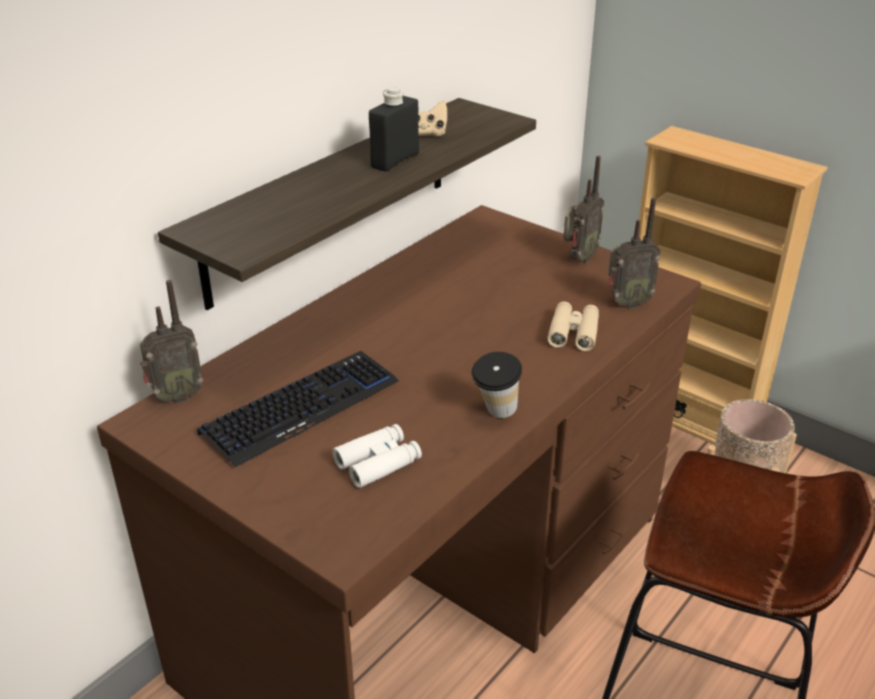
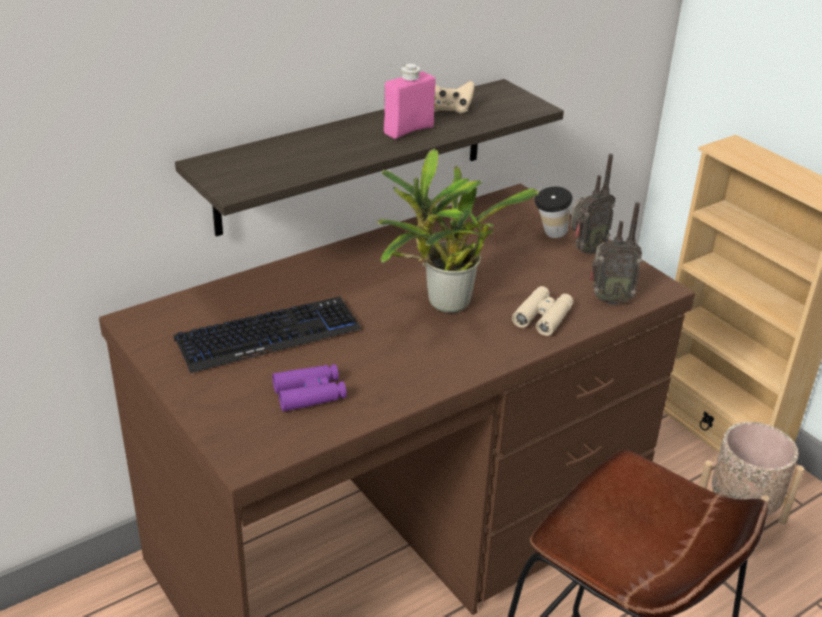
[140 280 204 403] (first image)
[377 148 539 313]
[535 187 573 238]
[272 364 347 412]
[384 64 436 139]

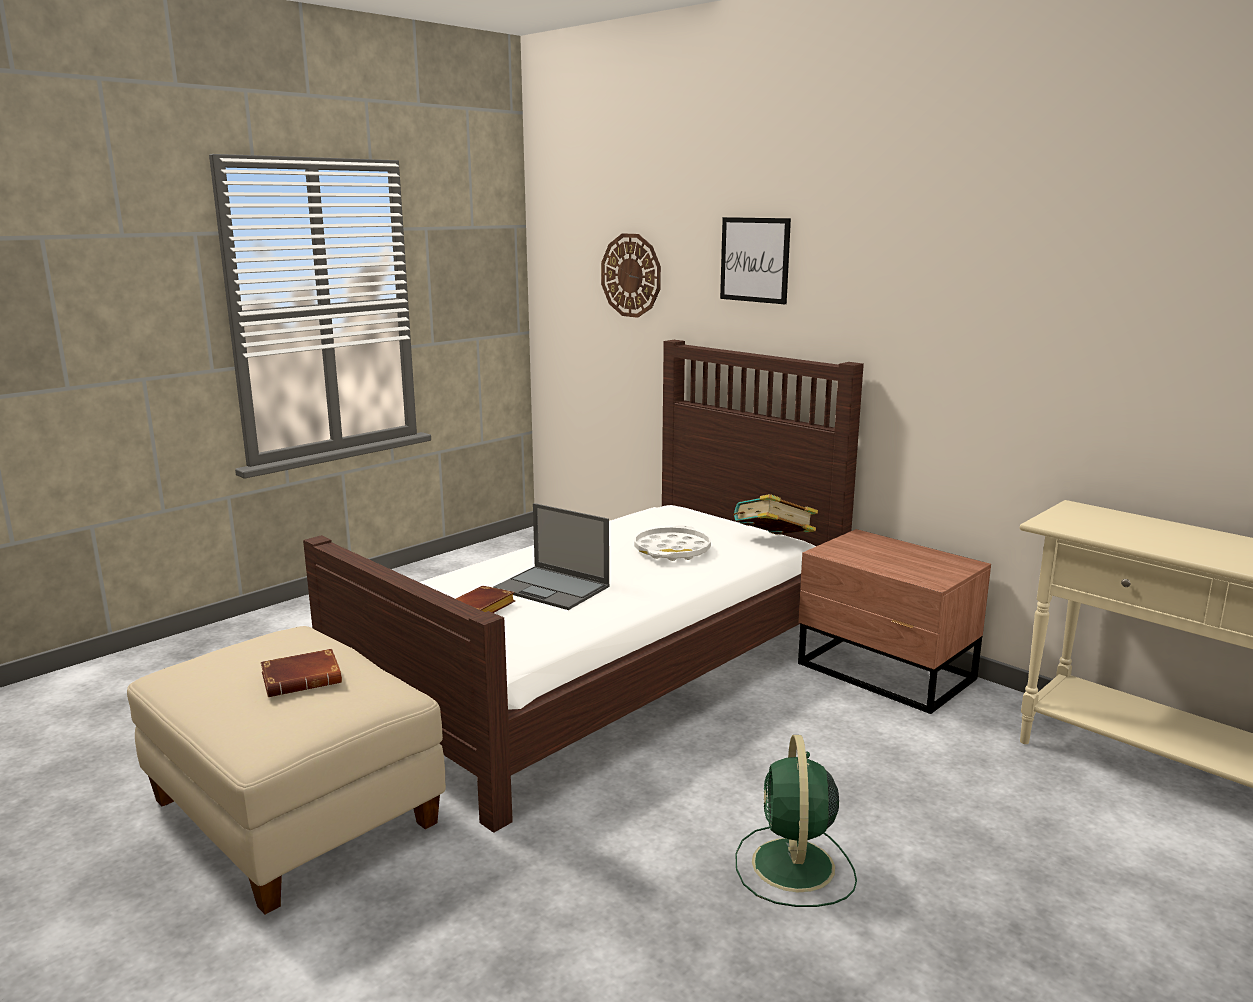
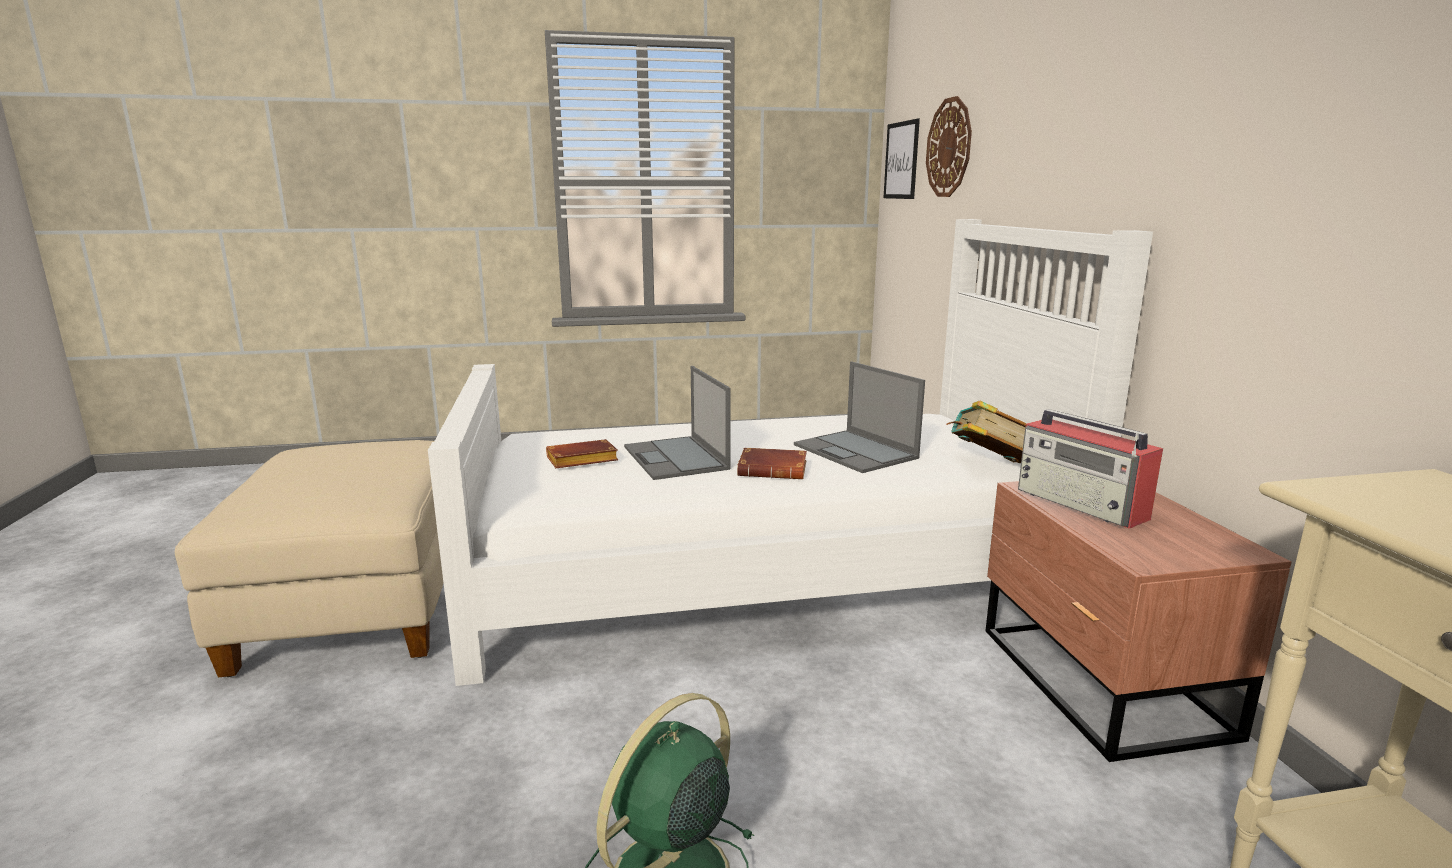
[1018 409 1163 529]
[737 448 807 479]
[883 119 920 199]
[794 361 925 473]
[428 219 1153 686]

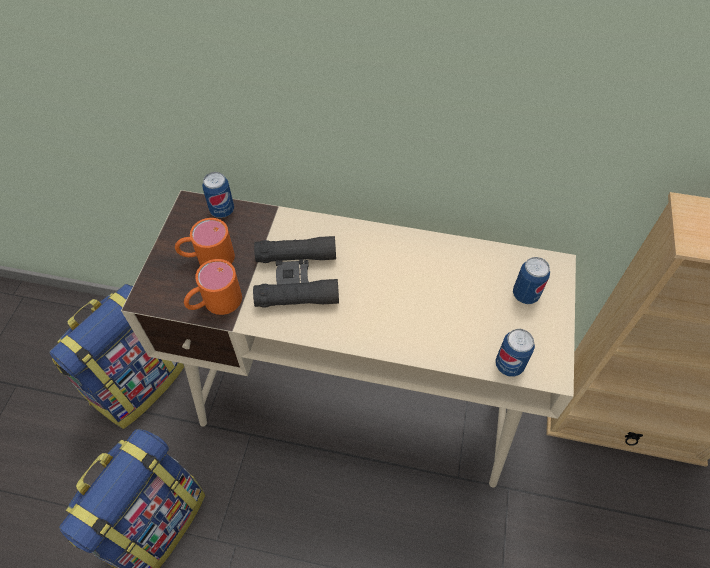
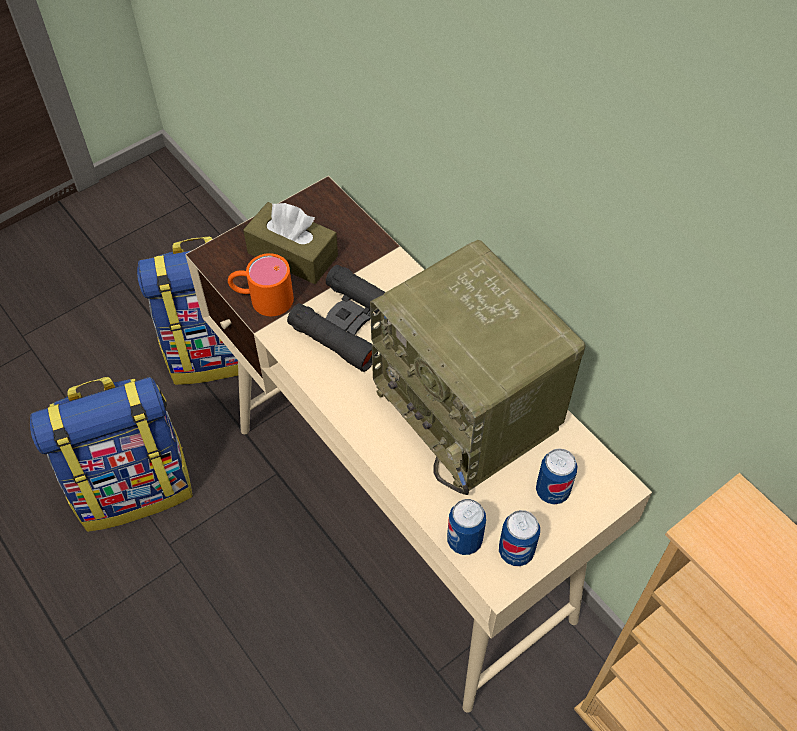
[370 240 585 495]
[499 510 540 566]
[243 202 338 284]

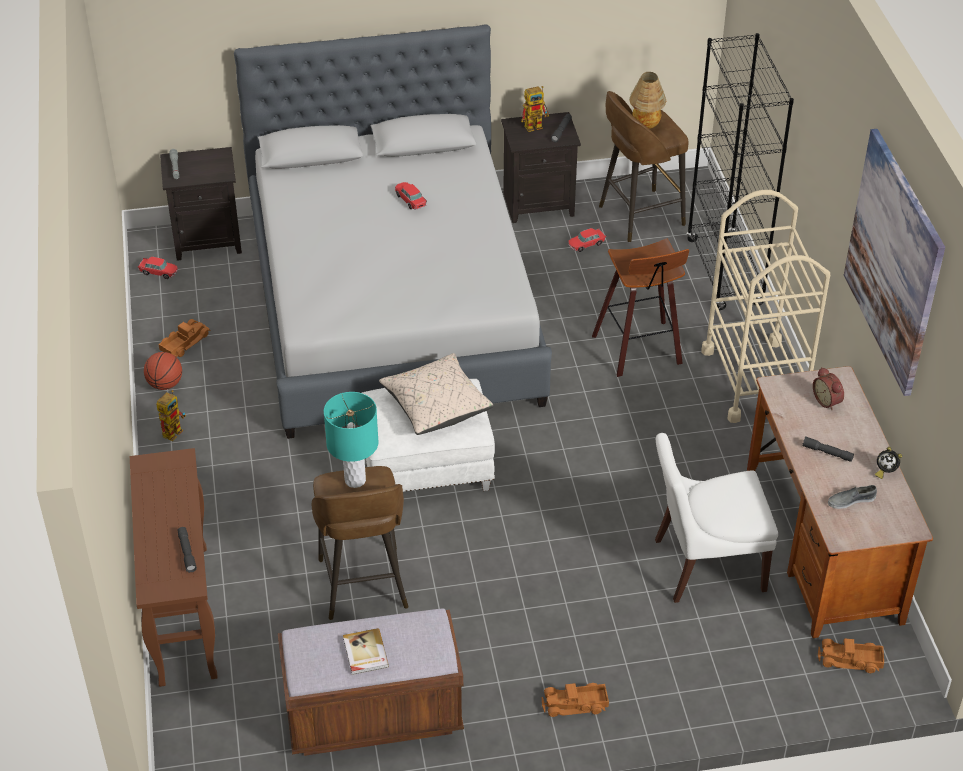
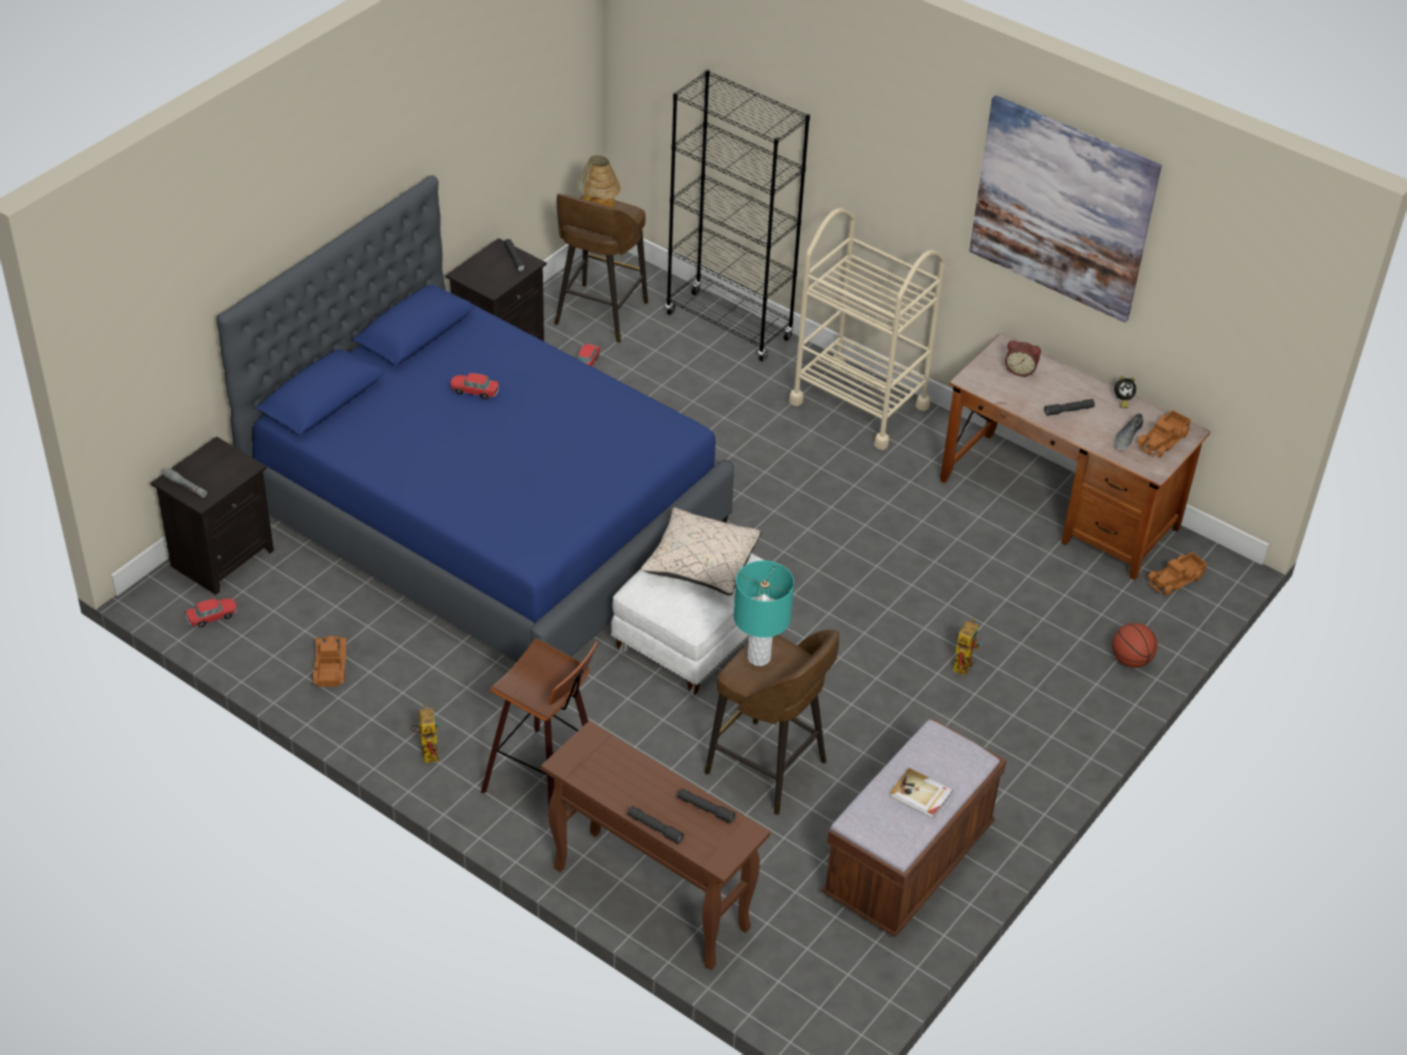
[655 433 778 603] (first image)
[627 806 684 844]
[1112 623 1158 668]
[953 618 982 676]
[1137 410 1191 458]
[481 639 598 805]
[216 175 734 663]

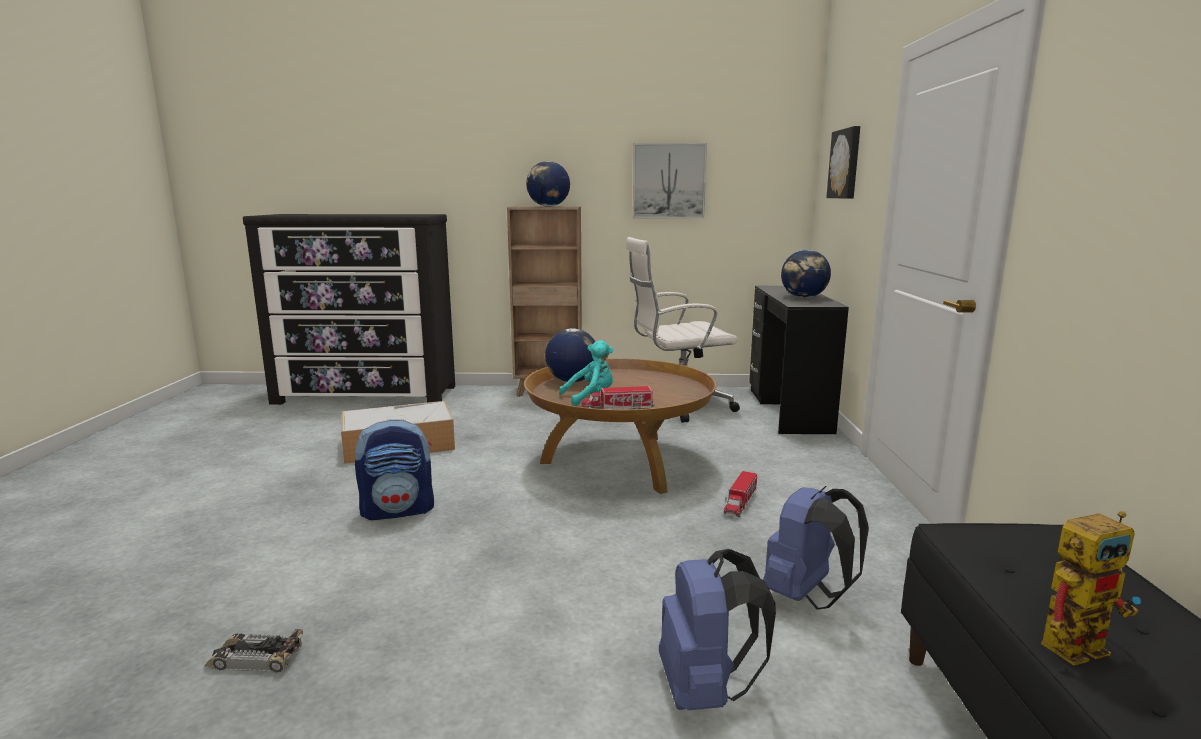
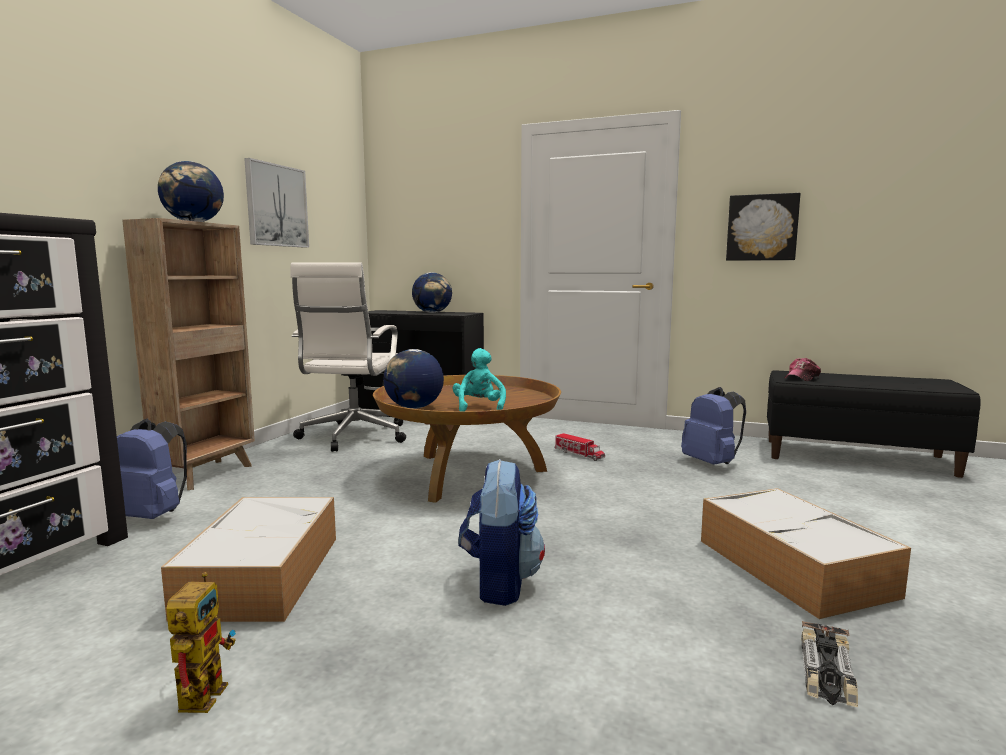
[582 386 654 409] (first image)
[701 488 911 619]
[784 358 821 381]
[117 419 187 519]
[726 193 800 261]
[166 572 236 713]

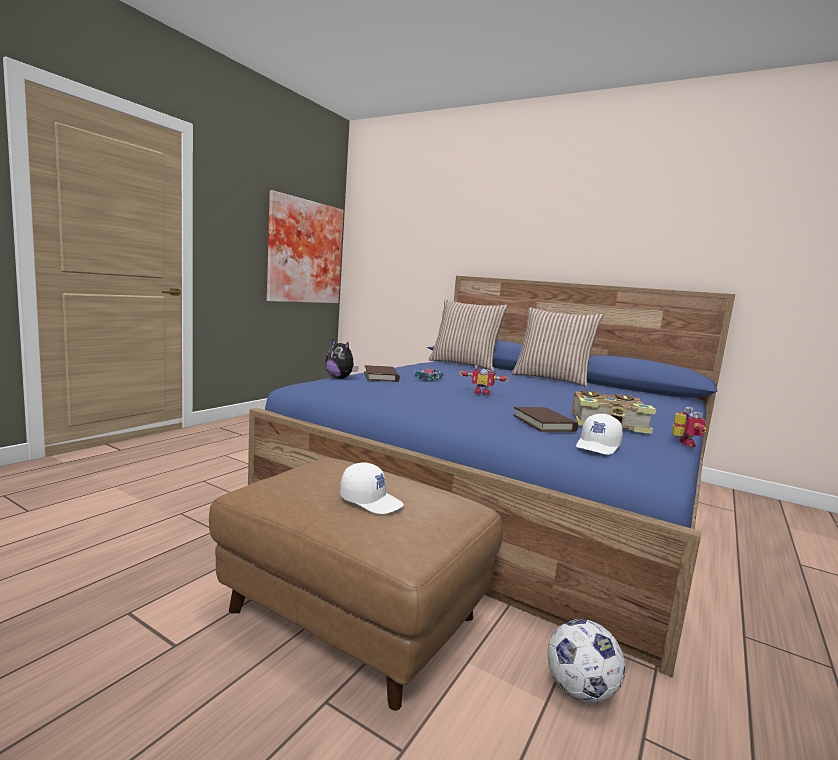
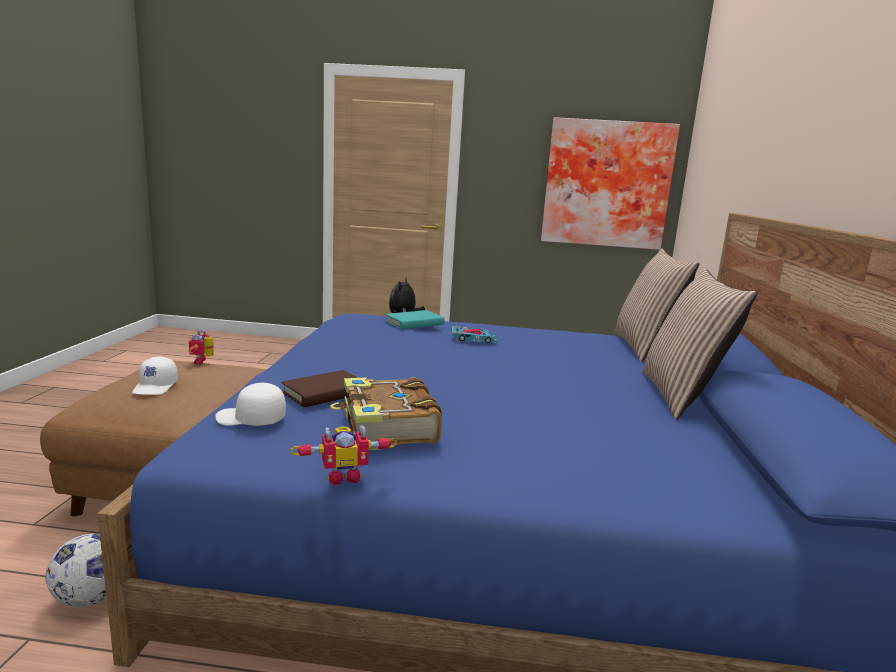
[189 330 214 364]
[385 310 445 329]

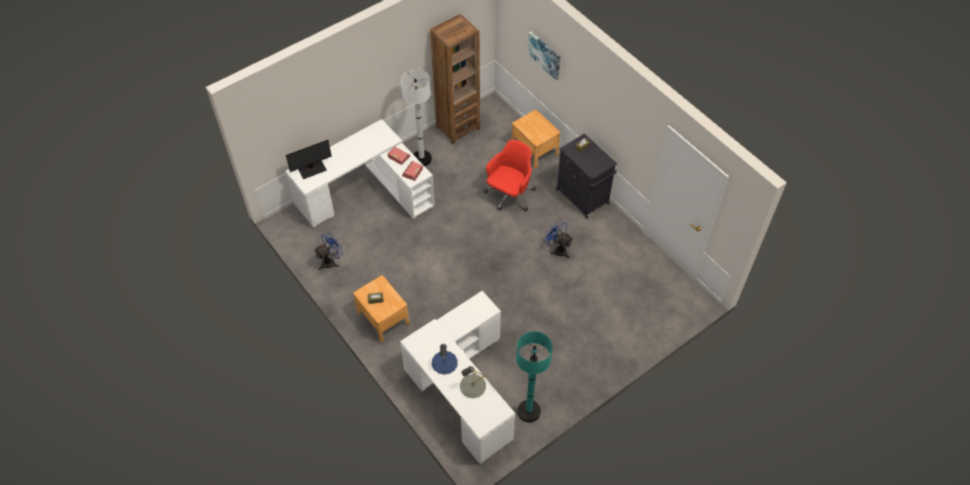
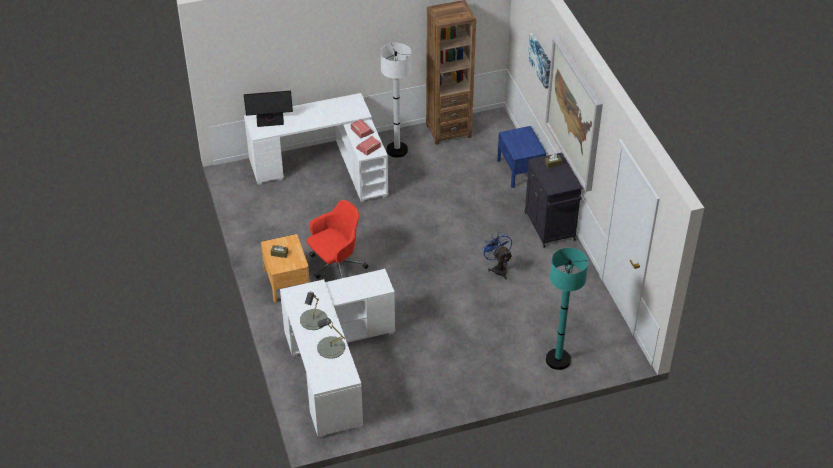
[315 232 344 270] (first image)
[545 37 603 192]
[307 200 369 279]
[546 248 588 370]
[300 292 327 330]
[497 126 546 188]

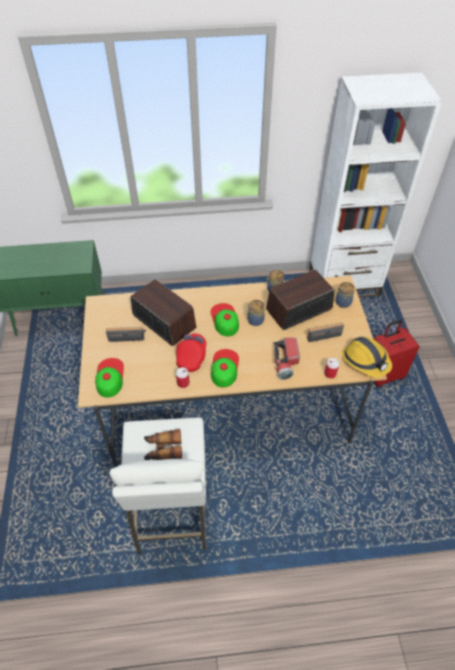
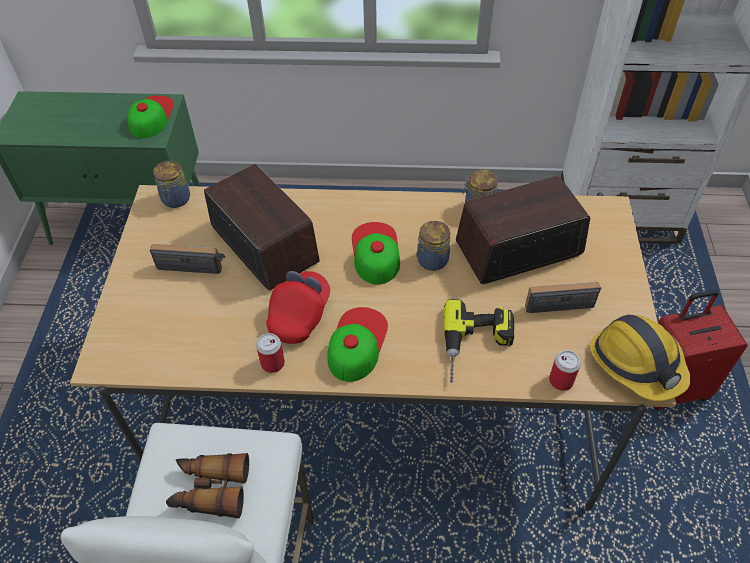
[127 95 174 138]
[153 161 190 208]
[443 299 514 383]

